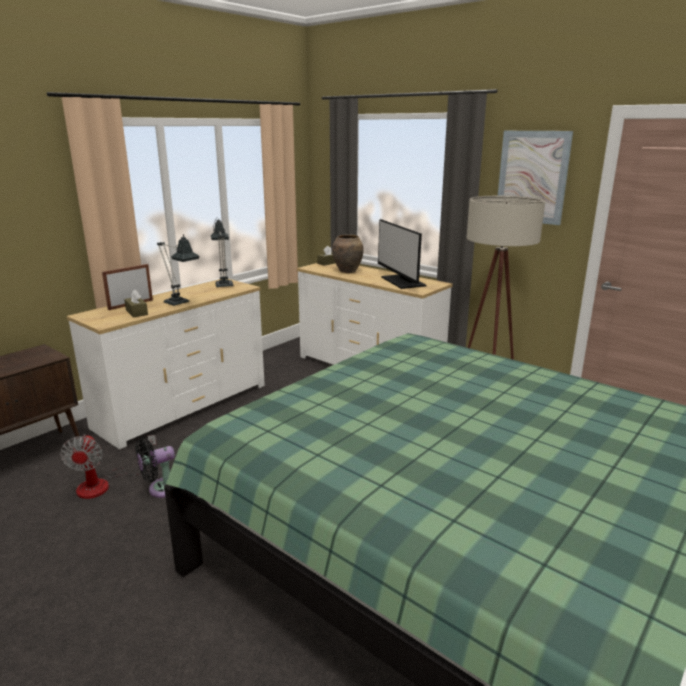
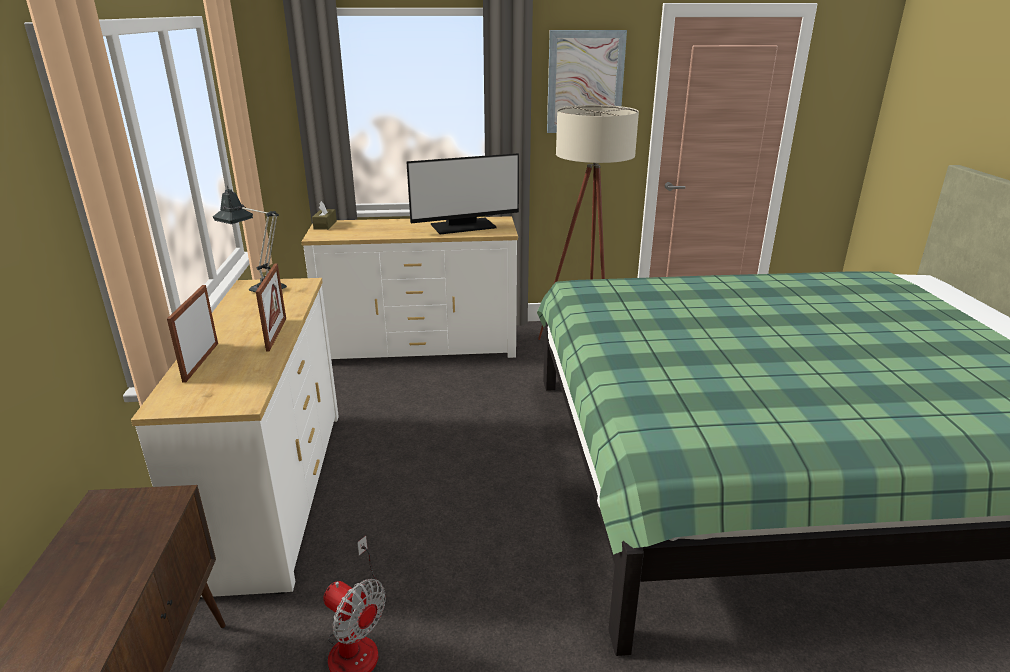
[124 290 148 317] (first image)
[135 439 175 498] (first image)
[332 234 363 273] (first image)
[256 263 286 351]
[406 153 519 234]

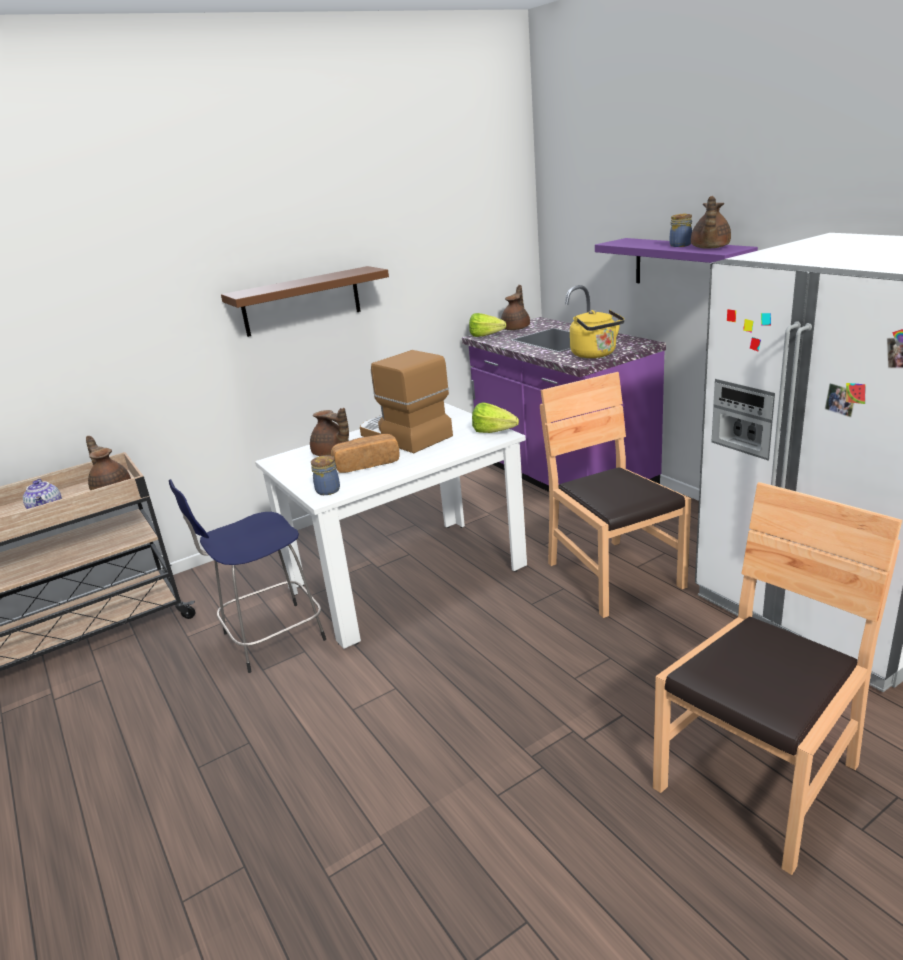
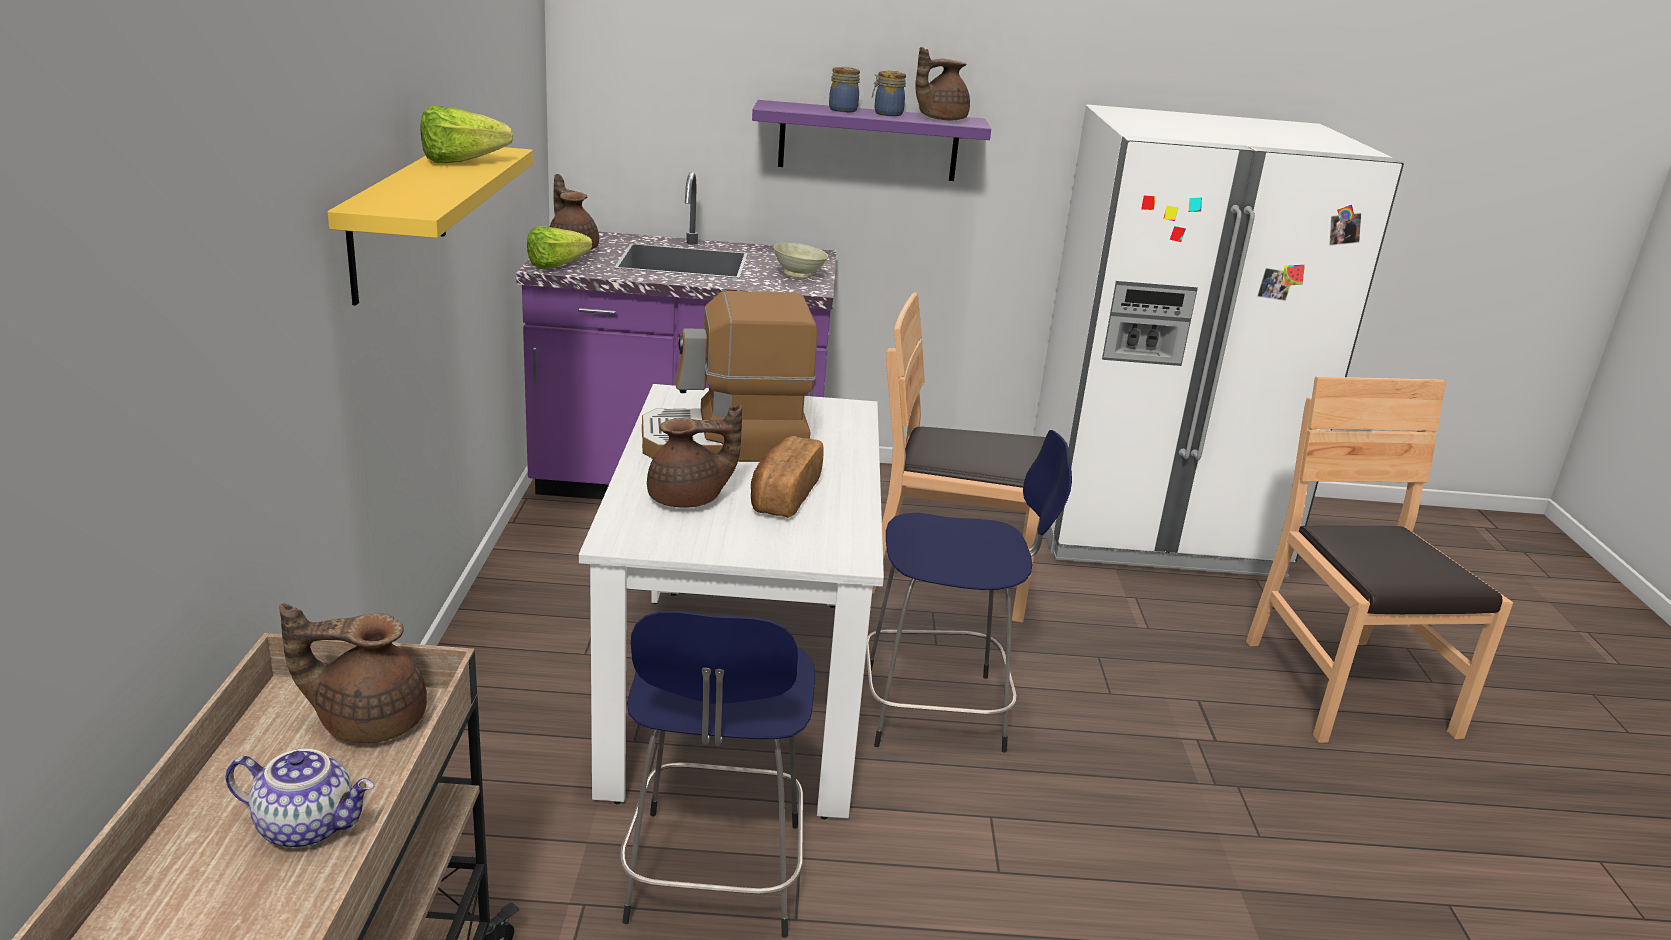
[866 430 1072 752]
[829 67 860 112]
[421 106 513 163]
[773 242 828 279]
[327 147 533 305]
[915 47 970 120]

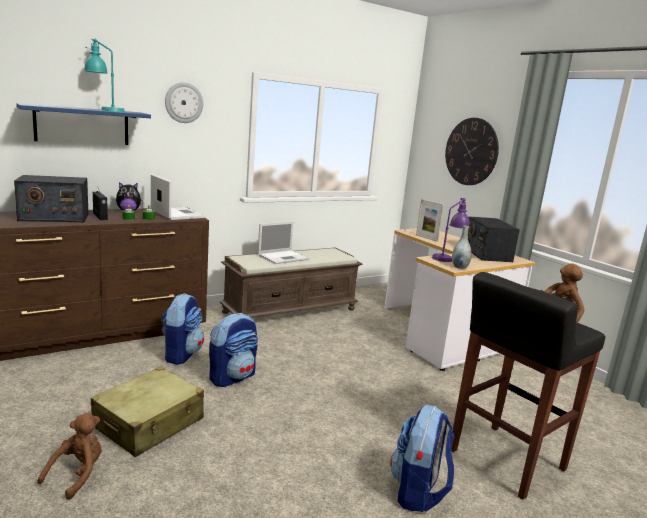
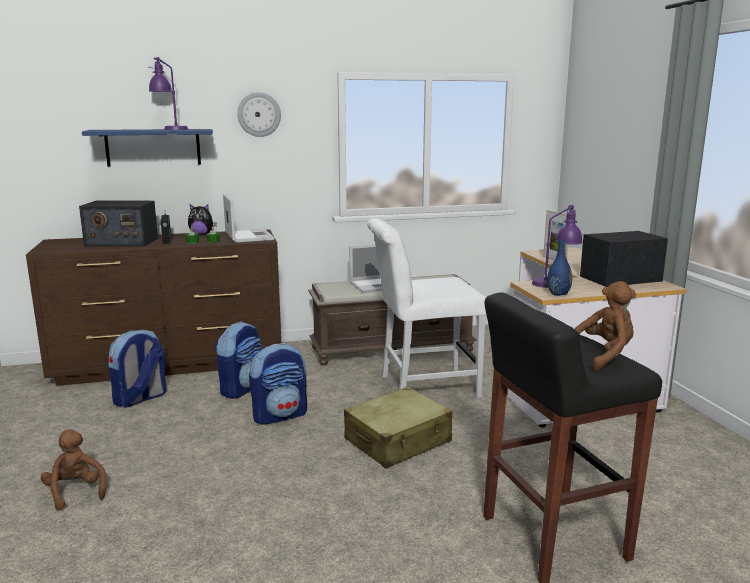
[445 118 499 185] (first image)
[367 219 486 398]
[344 387 452 469]
[109 330 166 408]
[148 57 189 130]
[547 240 572 296]
[41 429 107 510]
[580 231 668 287]

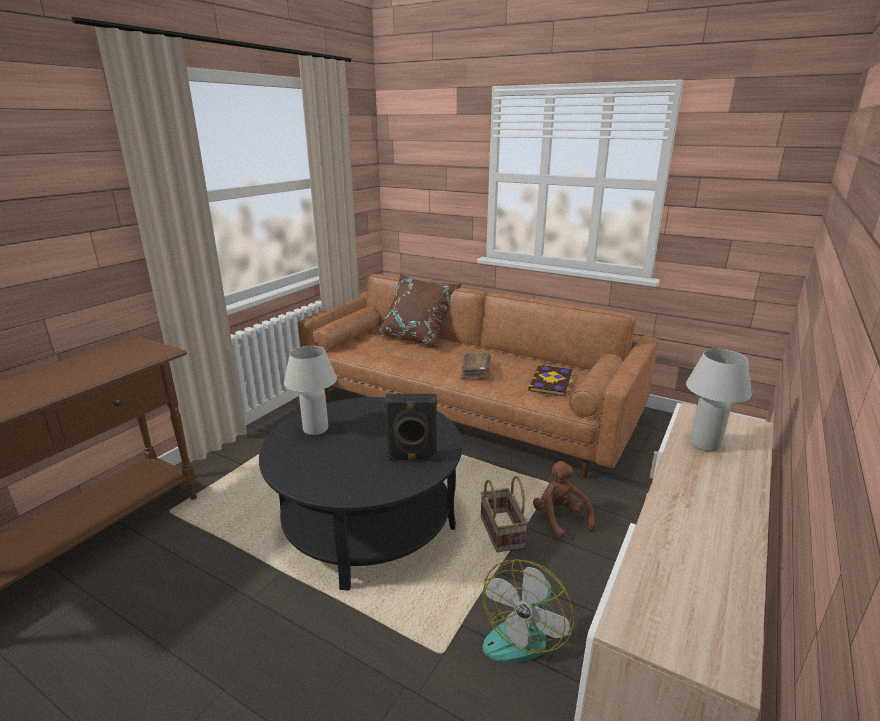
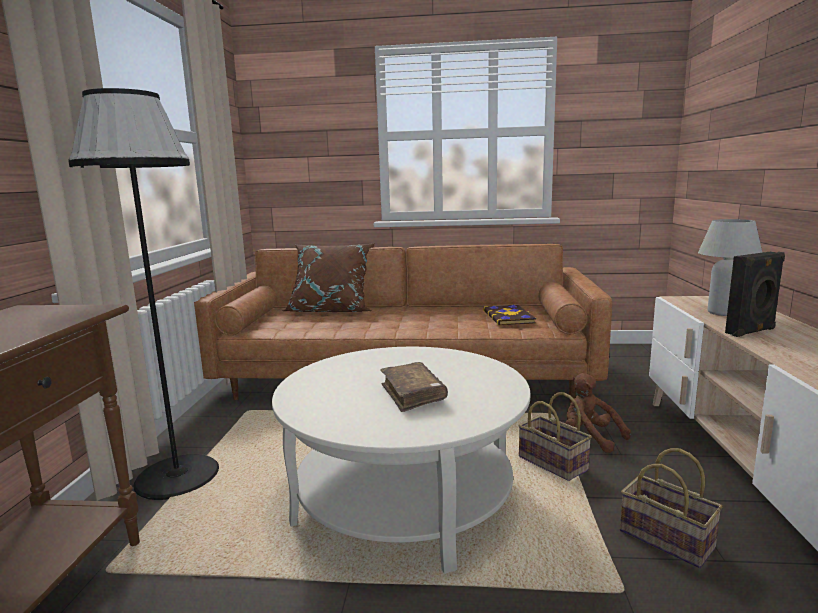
[284 346 337 435] (first image)
[69 88 219 500]
[725 252 785 337]
[380 362 448 412]
[620 448 723 568]
[272 347 531 574]

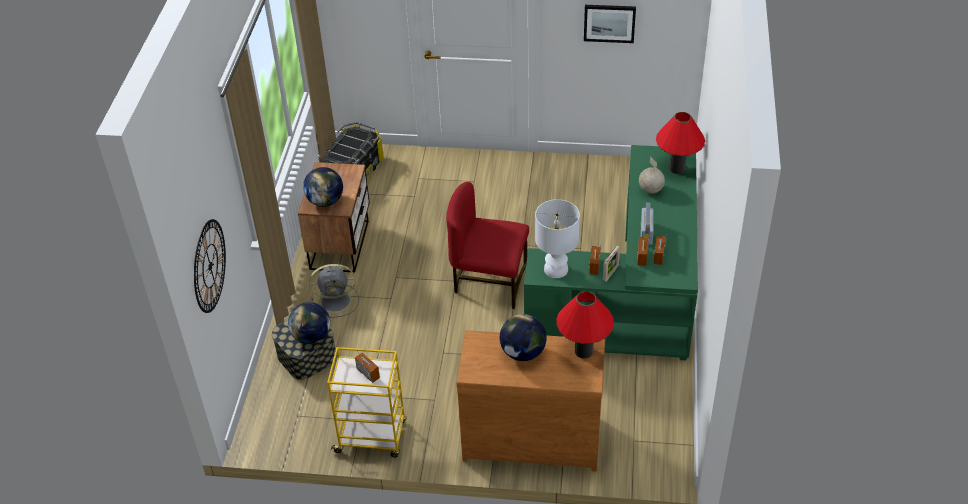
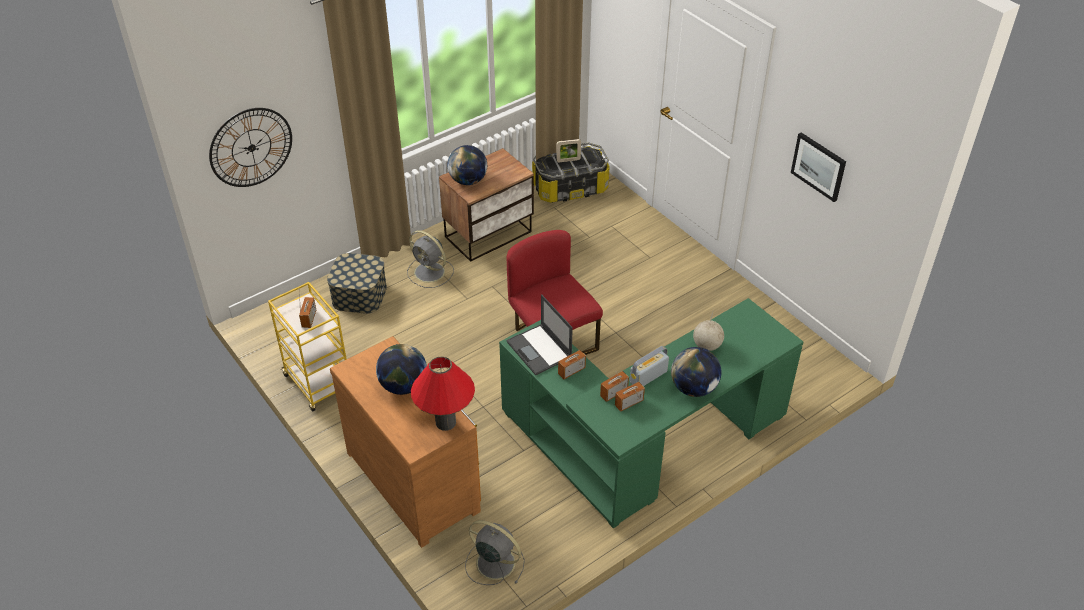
[656 112 705 174] (first image)
[465 520 525 585]
[671 347 721 397]
[556 139 581 162]
[506 294 573 376]

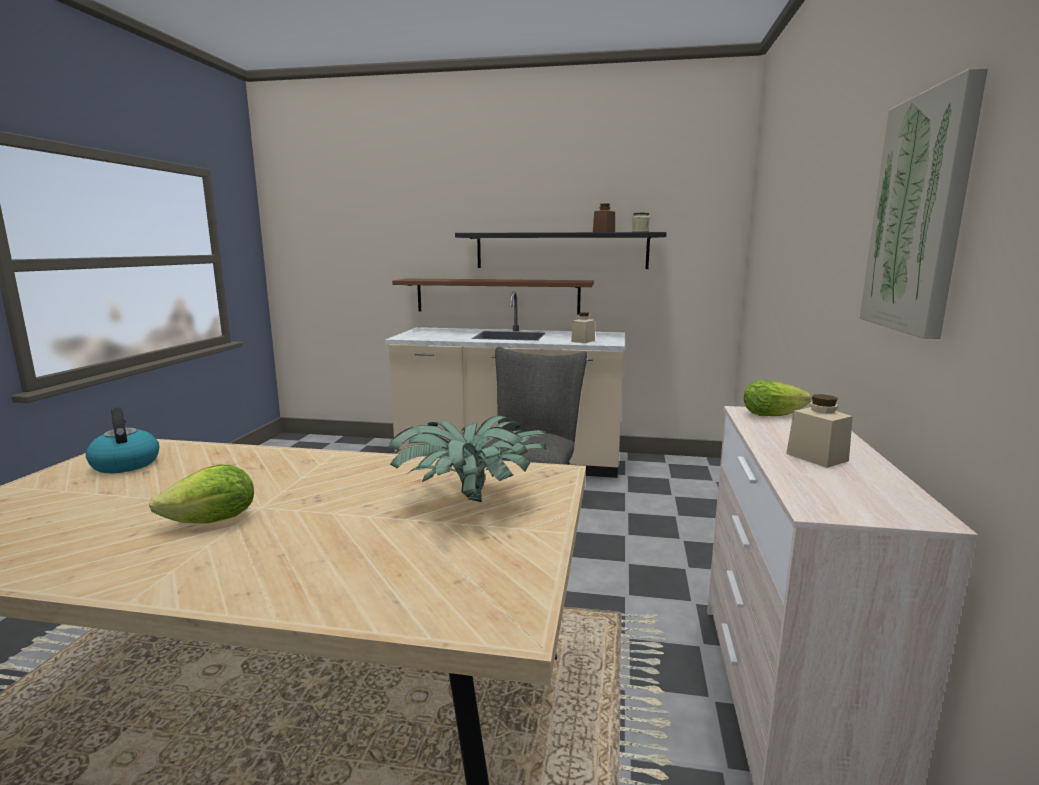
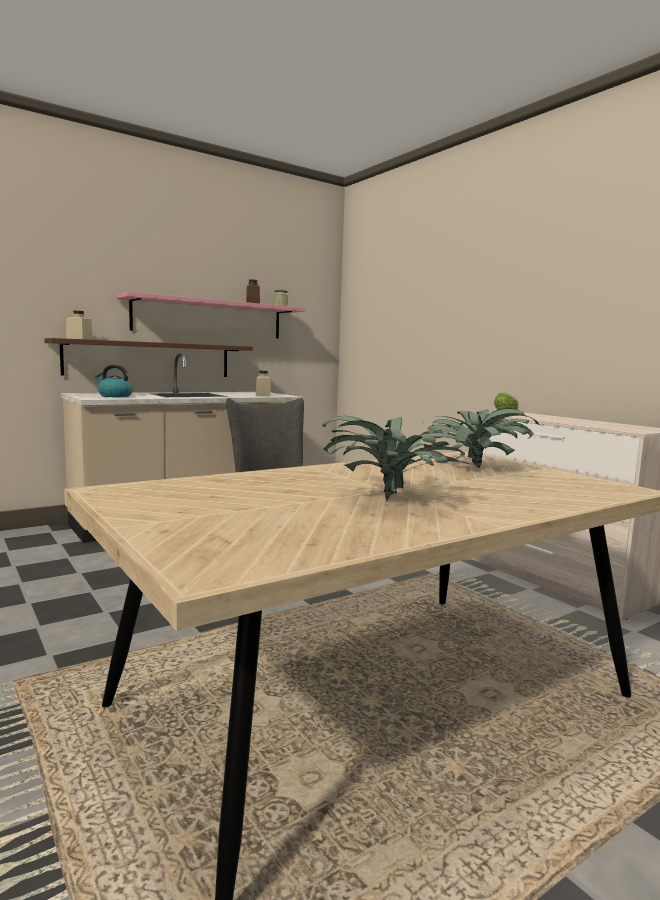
[859 68 988 339] (first image)
[95 365 133 397]
[66 311 93 340]
[322 416 471 501]
[116 292 305 338]

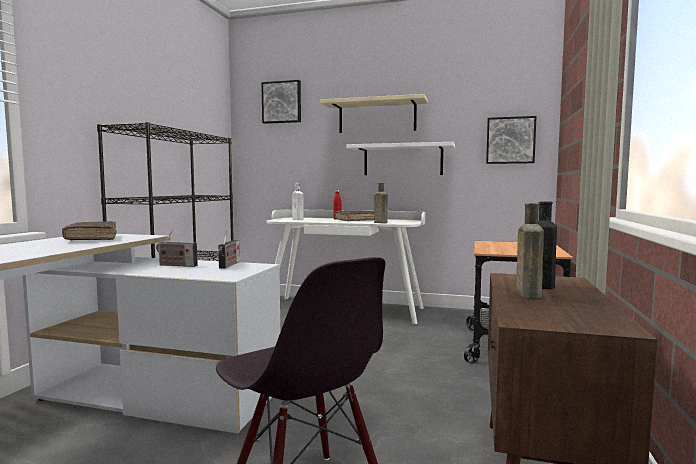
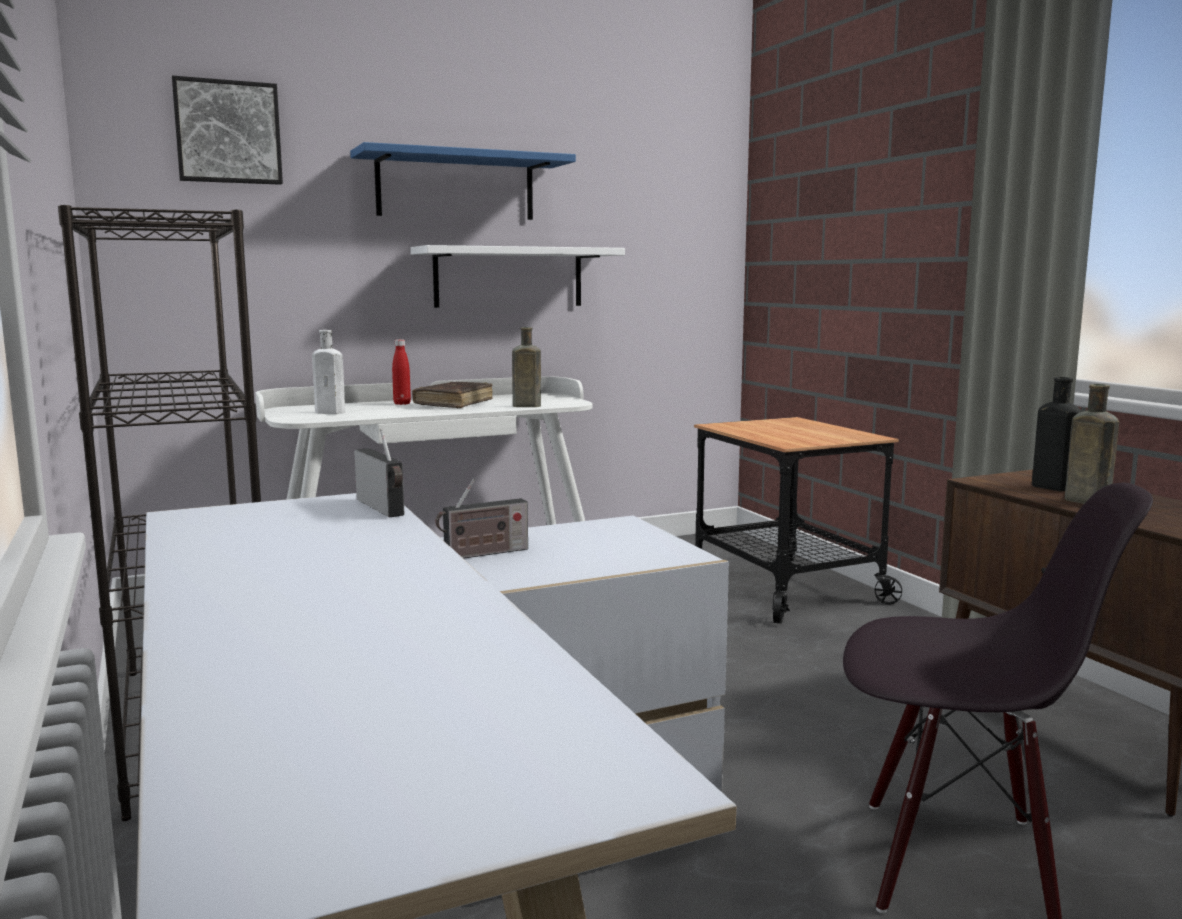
[62 221 117 240] (first image)
[486 116 536 164] (first image)
[354 428 404 517]
[350 142 576 220]

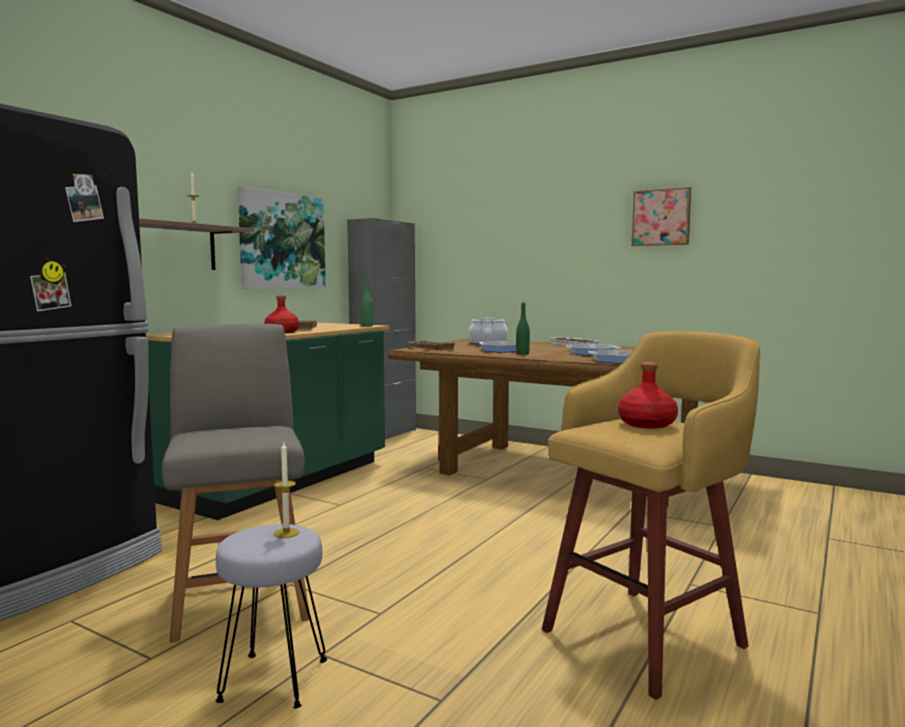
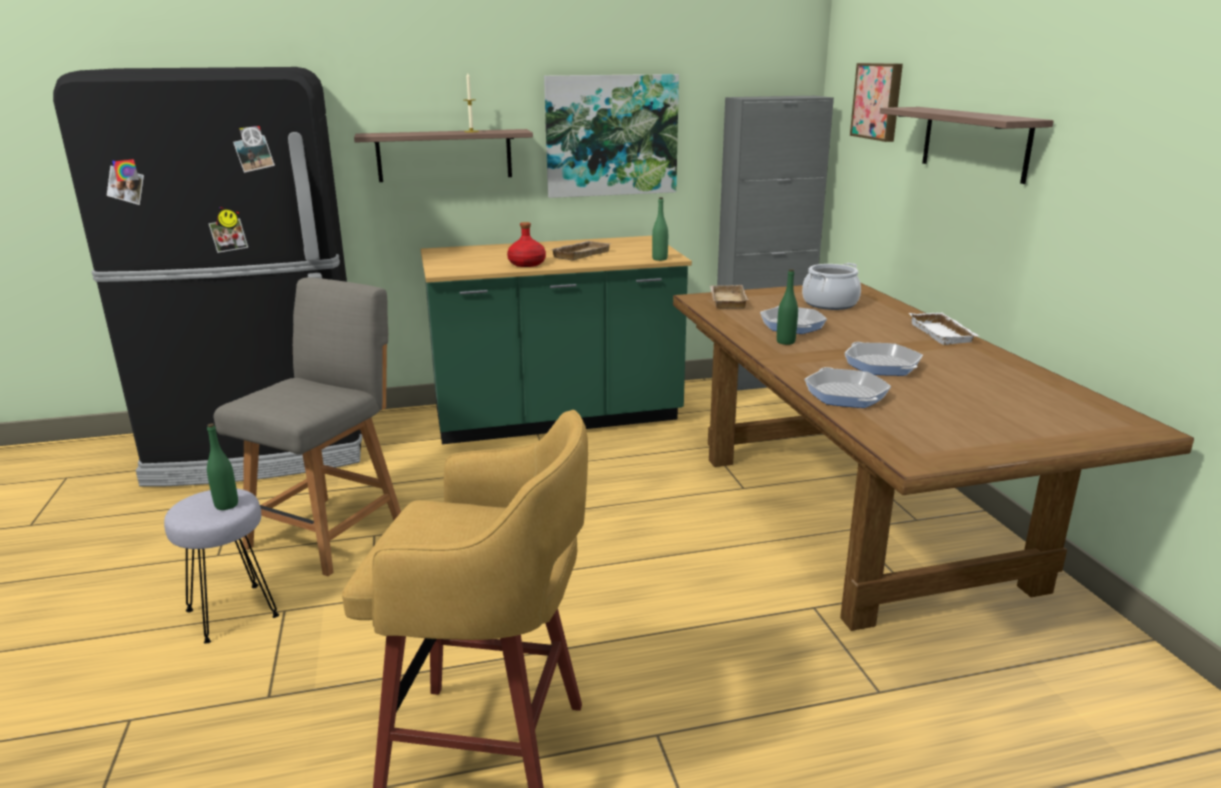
[618 362 678 429] (first image)
[880 107 1054 184]
[850 63 903 142]
[207 423 238 510]

